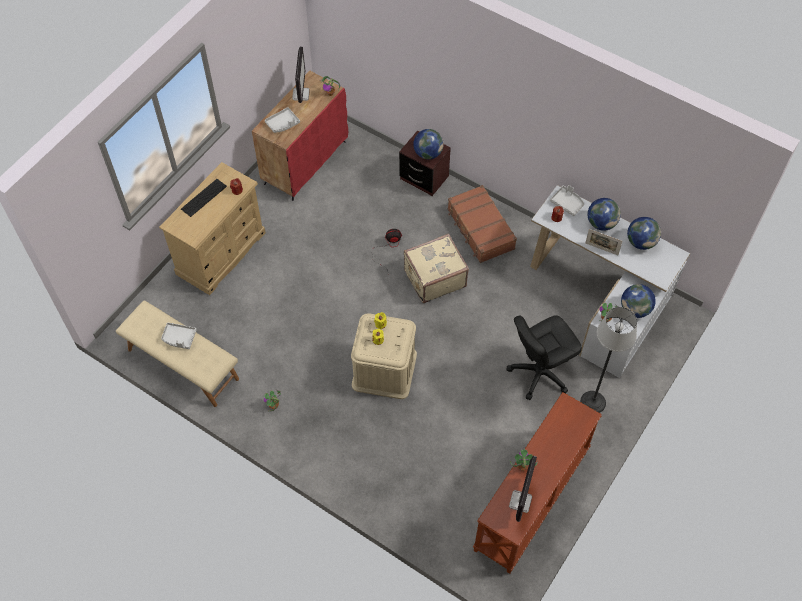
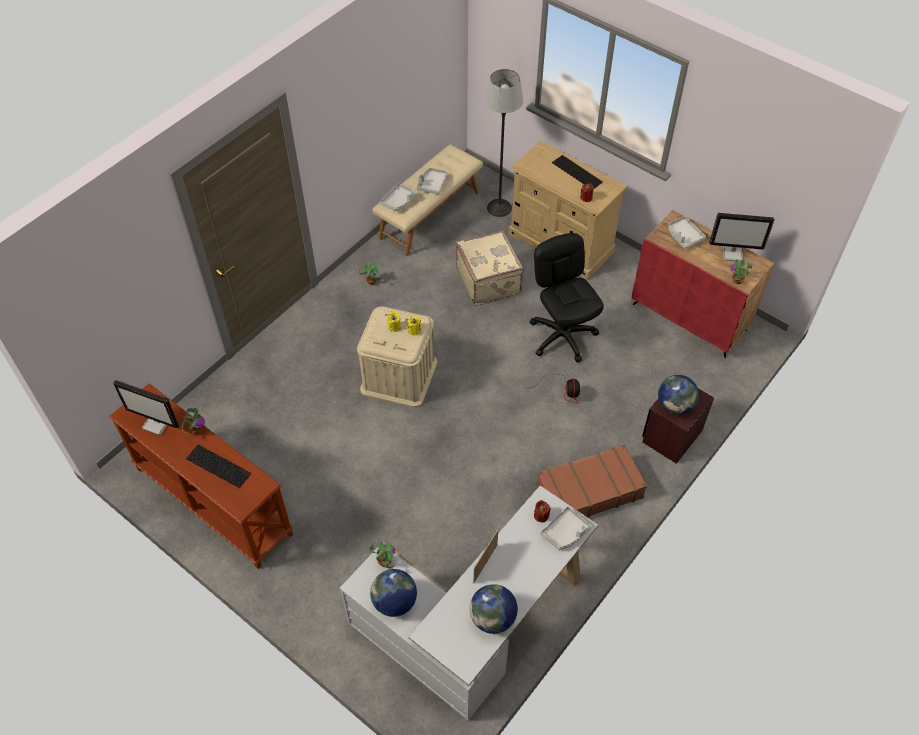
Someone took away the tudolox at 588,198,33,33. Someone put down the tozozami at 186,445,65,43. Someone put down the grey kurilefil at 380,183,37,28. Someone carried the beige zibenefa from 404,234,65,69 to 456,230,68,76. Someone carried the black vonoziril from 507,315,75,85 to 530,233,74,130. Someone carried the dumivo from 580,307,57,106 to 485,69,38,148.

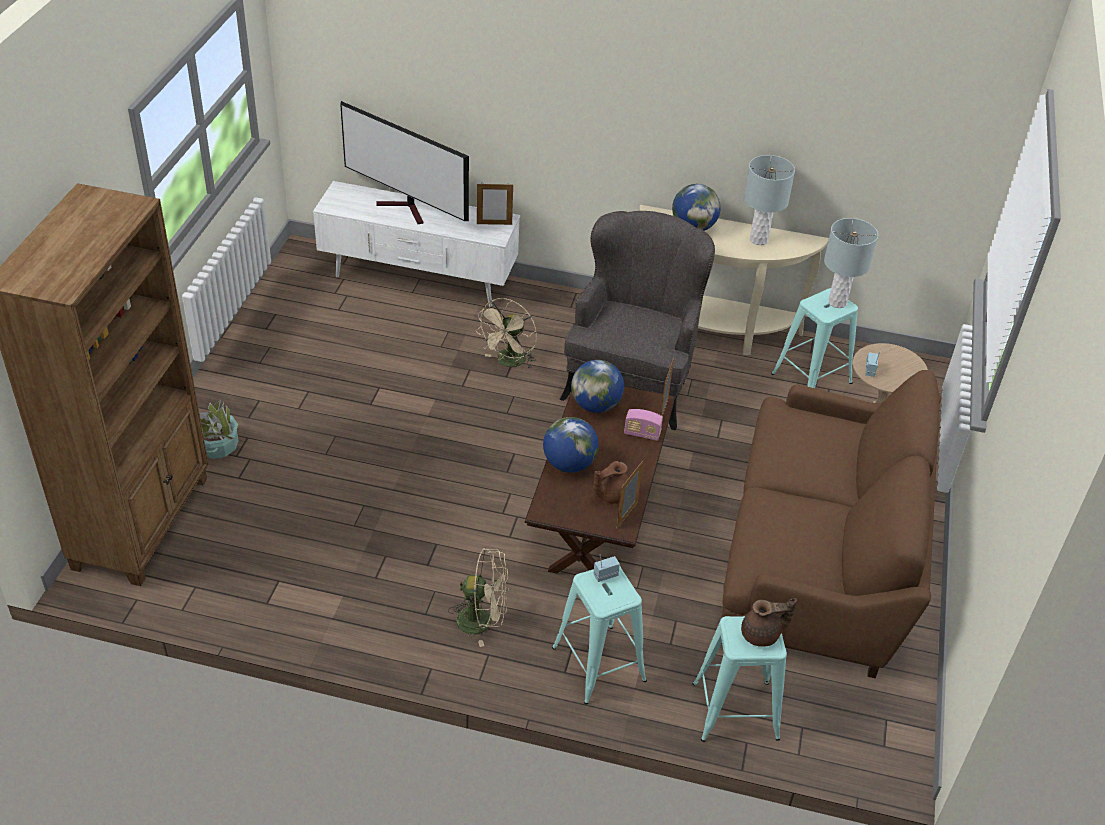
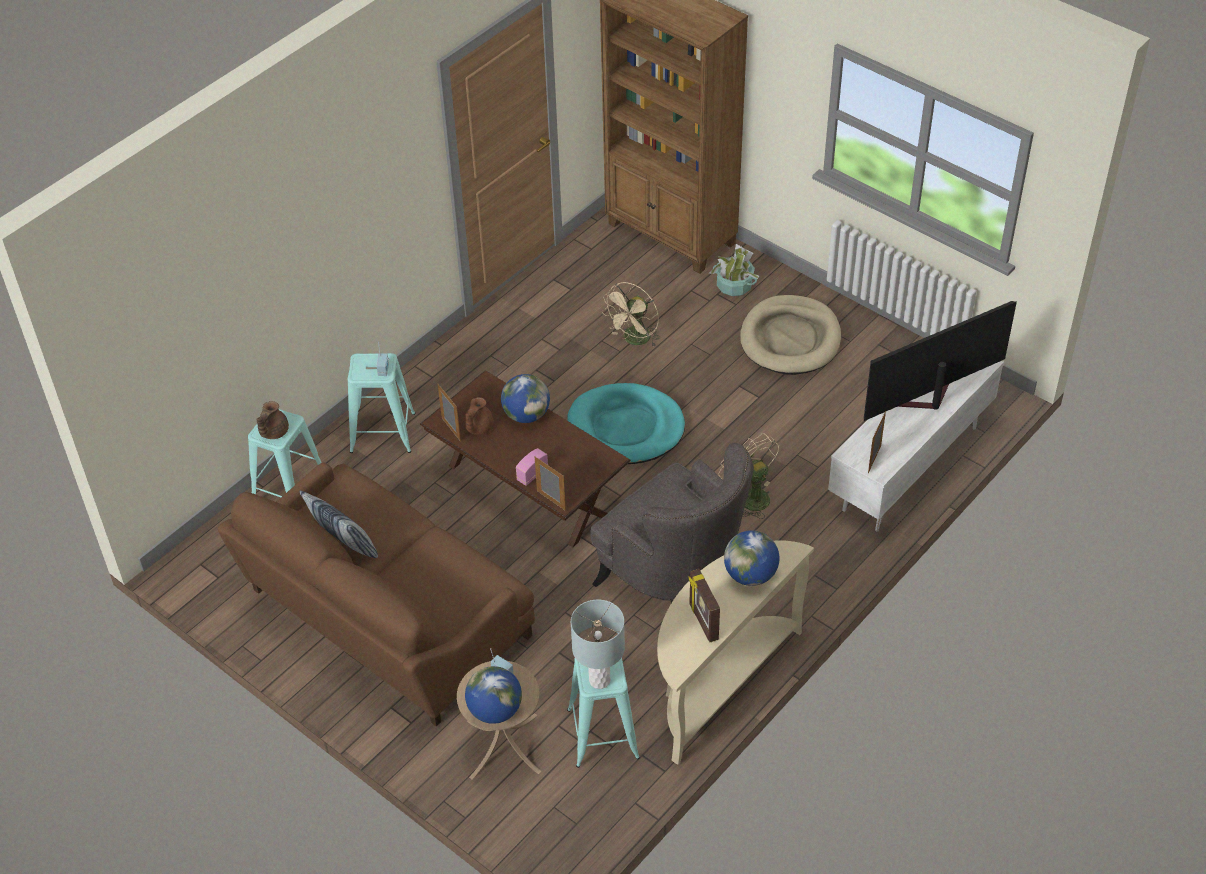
Someone put down the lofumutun at 299,491,79,67. Someone put down the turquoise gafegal at 567,383,118,81. Someone put down the beige gafegal at 740,295,101,80. Someone carried the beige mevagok from 448,547,61,100 to 602,282,58,65. Someone carried the tudolox from 571,360,53,53 to 465,666,57,58. Someone swapped the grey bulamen at 744,155,51,90 for the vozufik at 688,569,32,73. Someone rotated the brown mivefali at 593,461,35,43 by 150 degrees counterclockwise.

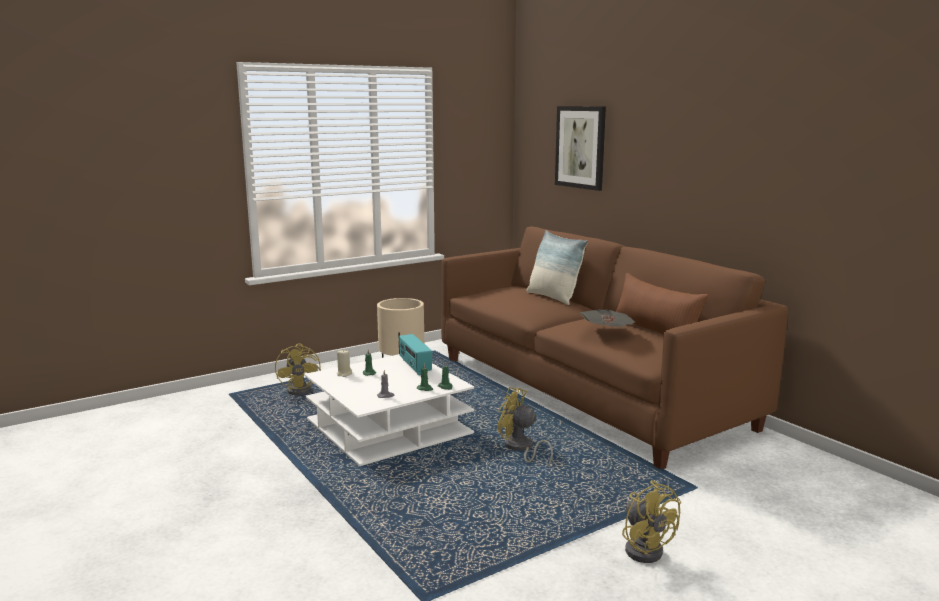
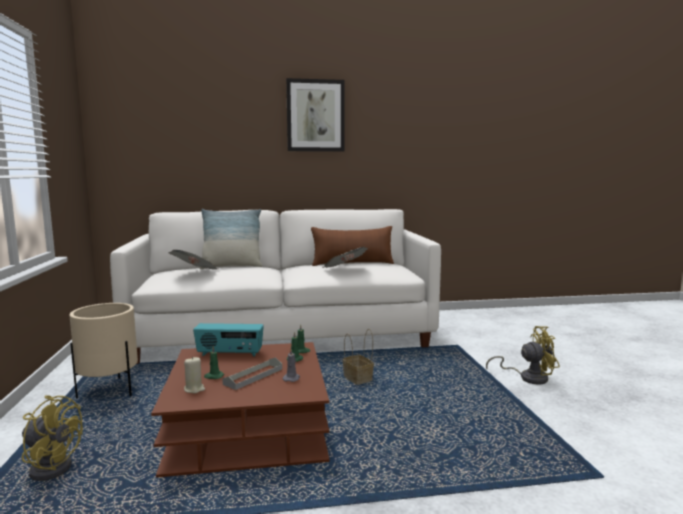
Someone put down the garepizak at 169,250,49,20. Someone put down the grey kurilefil at 222,357,60,33. Someone carried the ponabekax from 555,106,51,85 to 286,78,58,74. Someone swapped the yellow mevagok at 498,387,55,79 for the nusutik at 343,329,31,56. Someone repainted the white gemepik at 304,354,170,112, which became the brown gemepik at 151,342,178,136. Someone repainted the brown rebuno at 441,226,347,243, which became the white rebuno at 110,209,331,155.

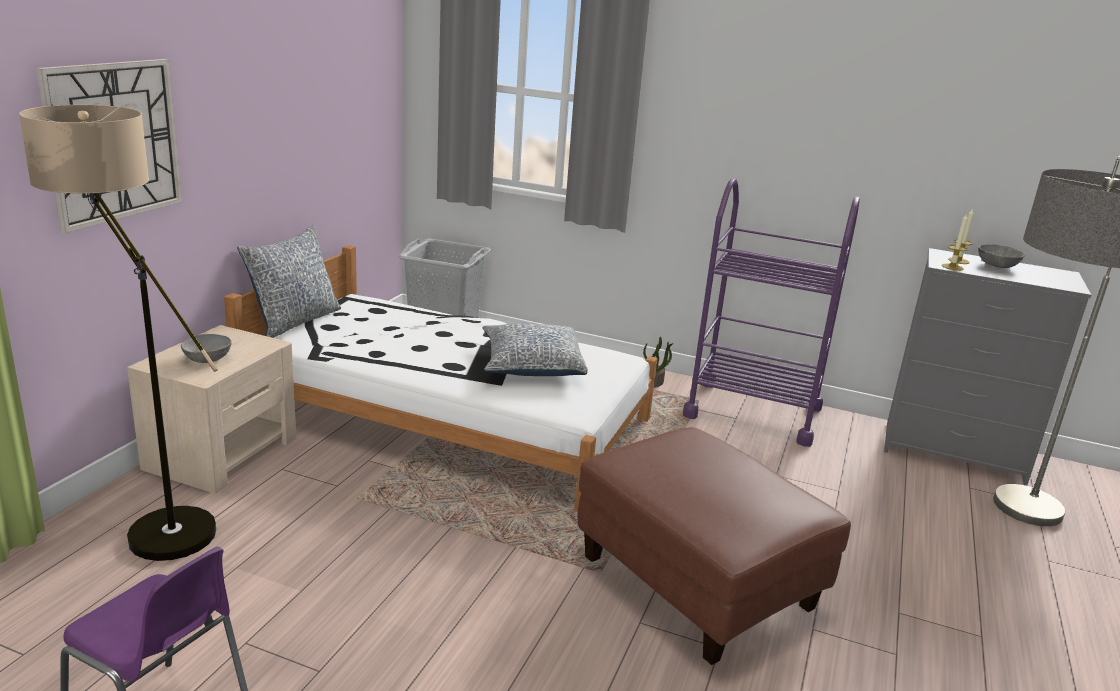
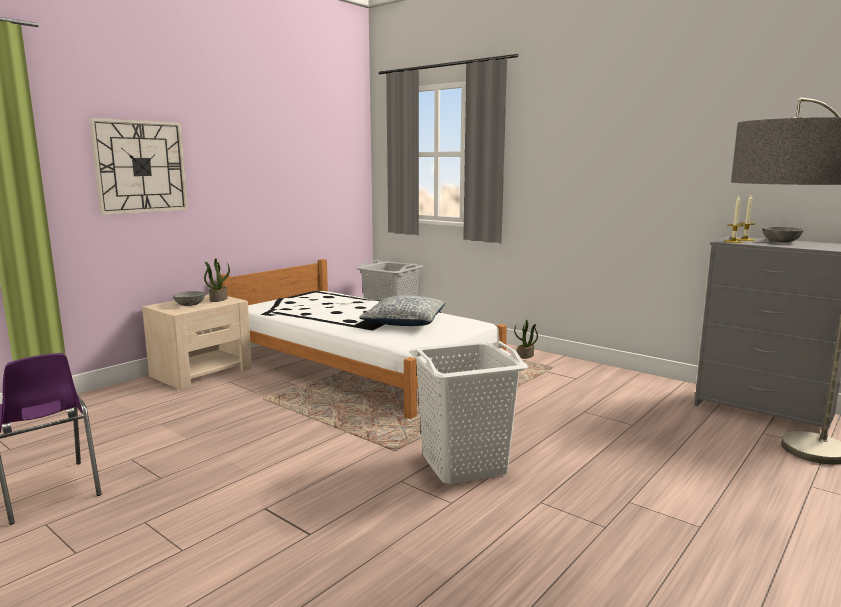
Someone took away the dumivo at 19,105,199,456. Someone took away the lofumutun at 237,225,104,113. Someone took away the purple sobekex at 683,178,177,269. Someone put down the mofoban at 204,258,26,44. Someone swapped the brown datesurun at 577,427,274,238 for the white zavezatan at 409,341,119,143.

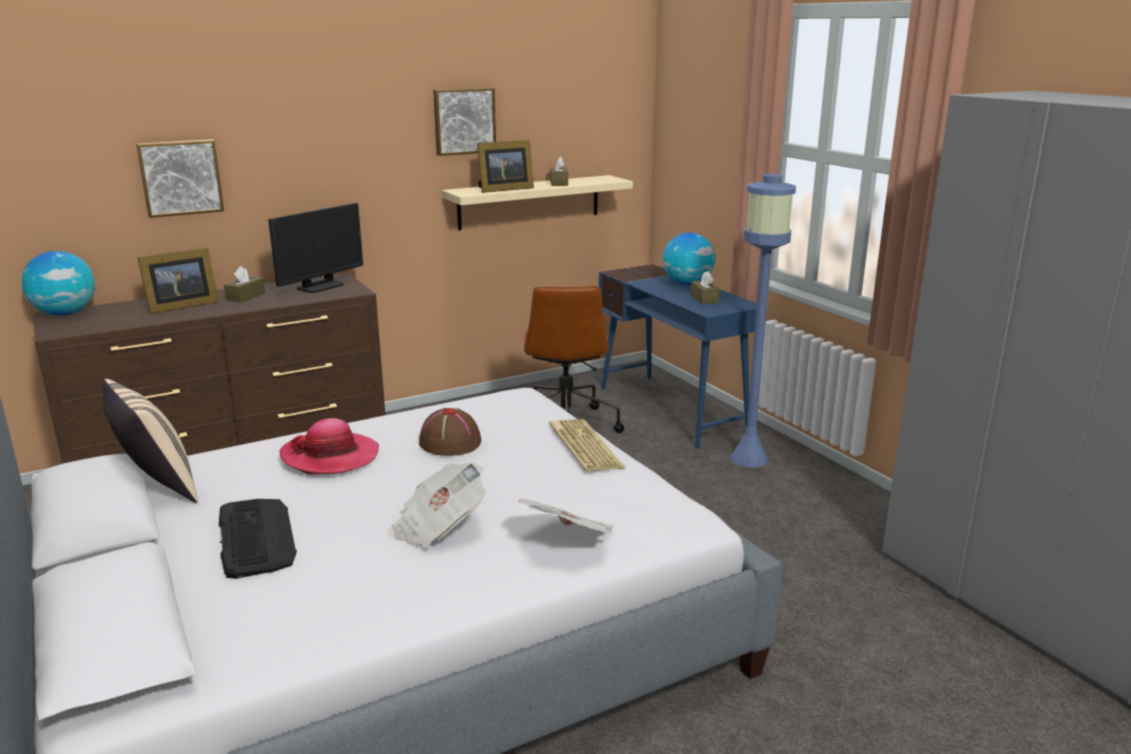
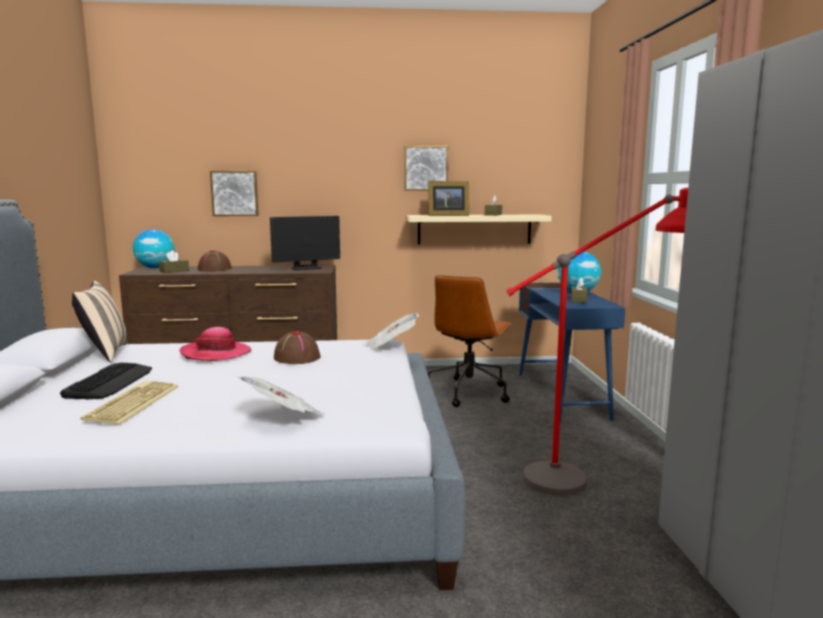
Someone took away the blue dumivo at 730,174,66,293. Someone put down the red dumivo at 506,188,182,308. Someone carried the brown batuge from 224,266,41,36 to 159,250,30,23. Someone carried the garepizak from 388,463,97,84 to 363,313,56,36. Someone carried the tozozami from 549,419,76,52 to 80,381,98,44. Someone swapped the vozufik at 138,248,81,66 for the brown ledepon at 198,250,34,22.

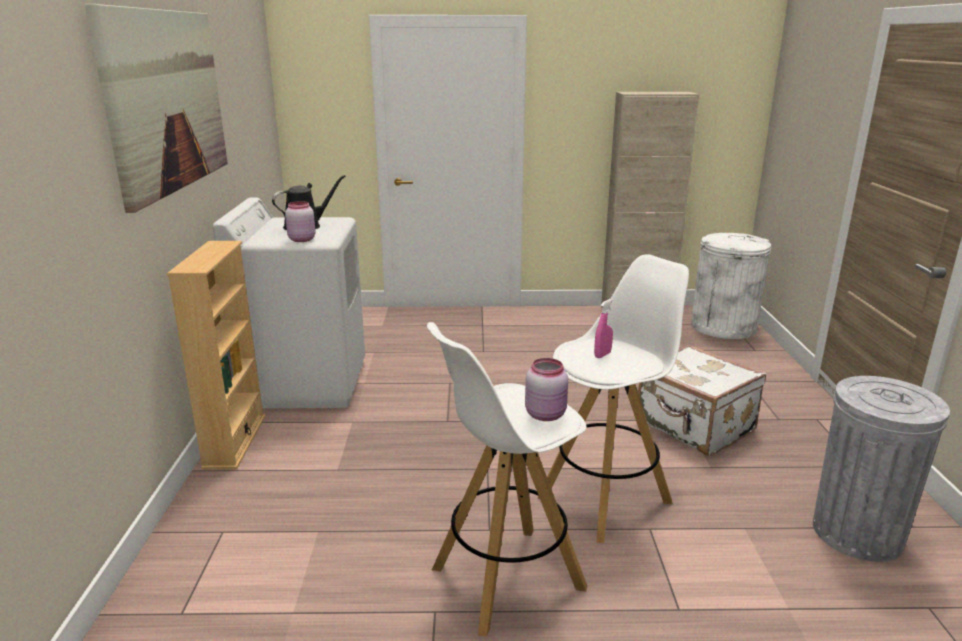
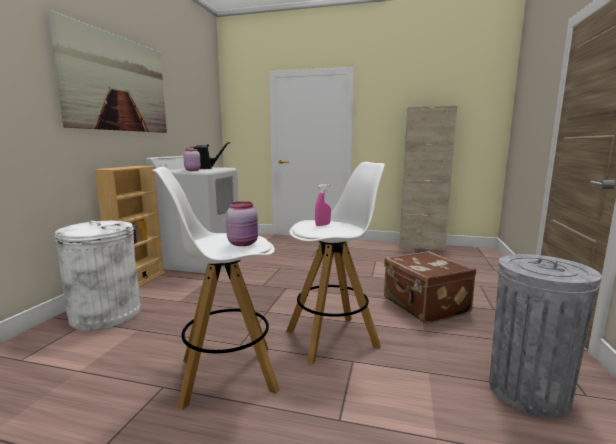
Someone carried the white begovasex from 691,233,80,106 to 55,221,86,110. Someone repainted the white zibenefa at 638,345,128,111, which became the brown zibenefa at 384,251,92,73.

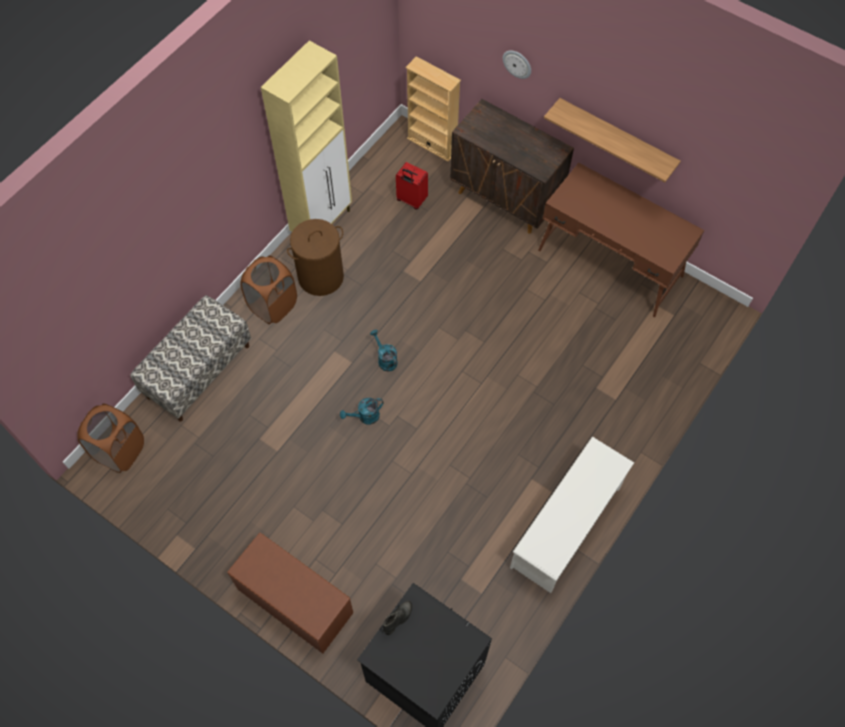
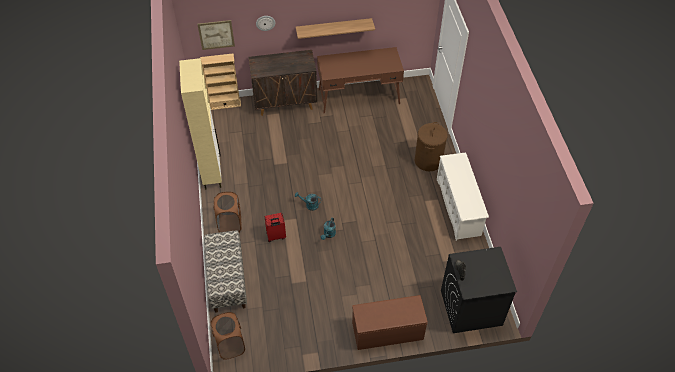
Someone put up the ponabekax at 197,20,38,30. Someone carried the brown zavezatan from 287,219,57,77 to 415,122,33,49. Someone carried the red zibenefa from 396,162,32,48 to 265,213,21,29.

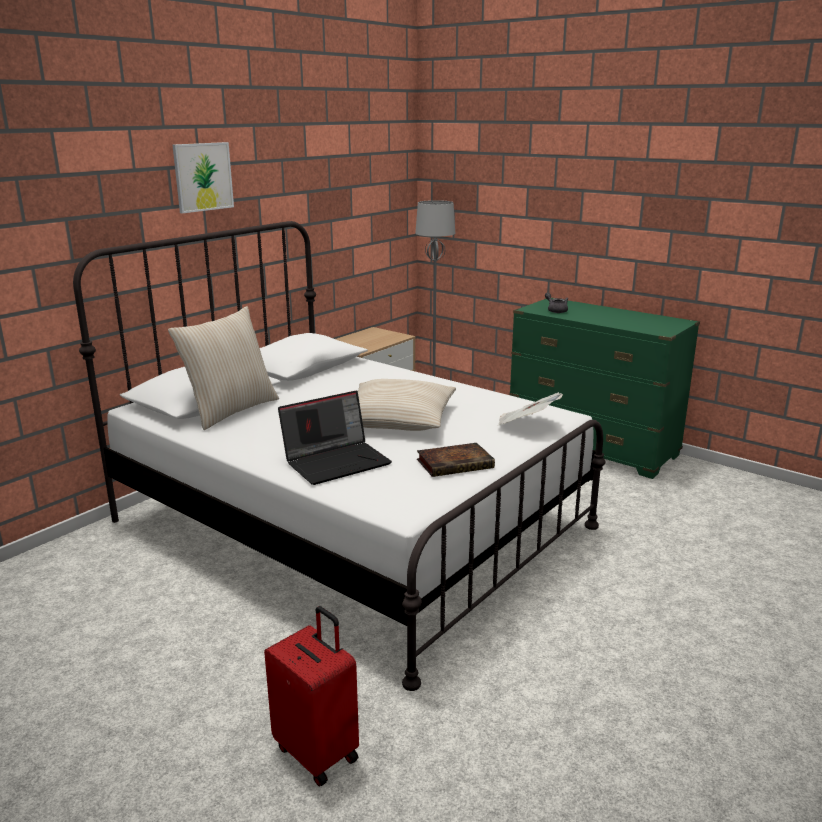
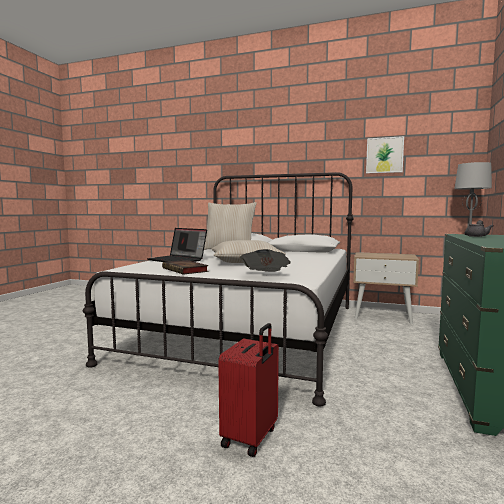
Someone carried the ponabekax from 172,142,62,71 to 366,136,38,37. Someone carried the red zibenefa from 264,606,95,180 to 218,323,61,134.

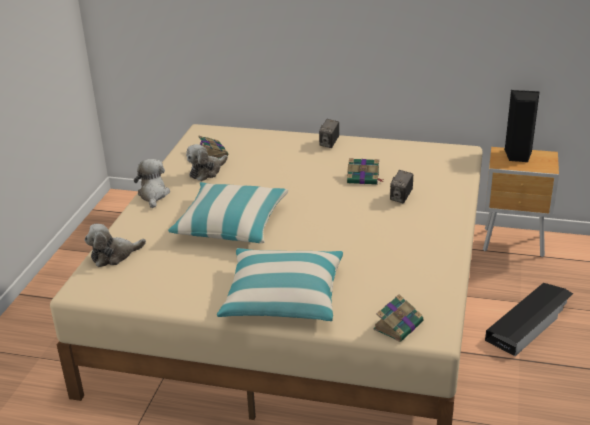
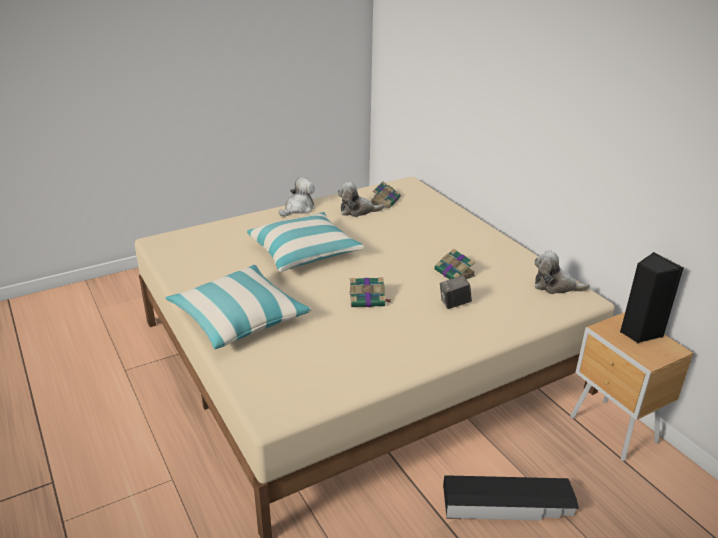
Someone took away the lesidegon at 319,119,20,29. Someone carried the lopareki from 84,224,62,43 to 535,250,55,44. Someone carried the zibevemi from 373,294,51,48 to 350,277,40,30.

